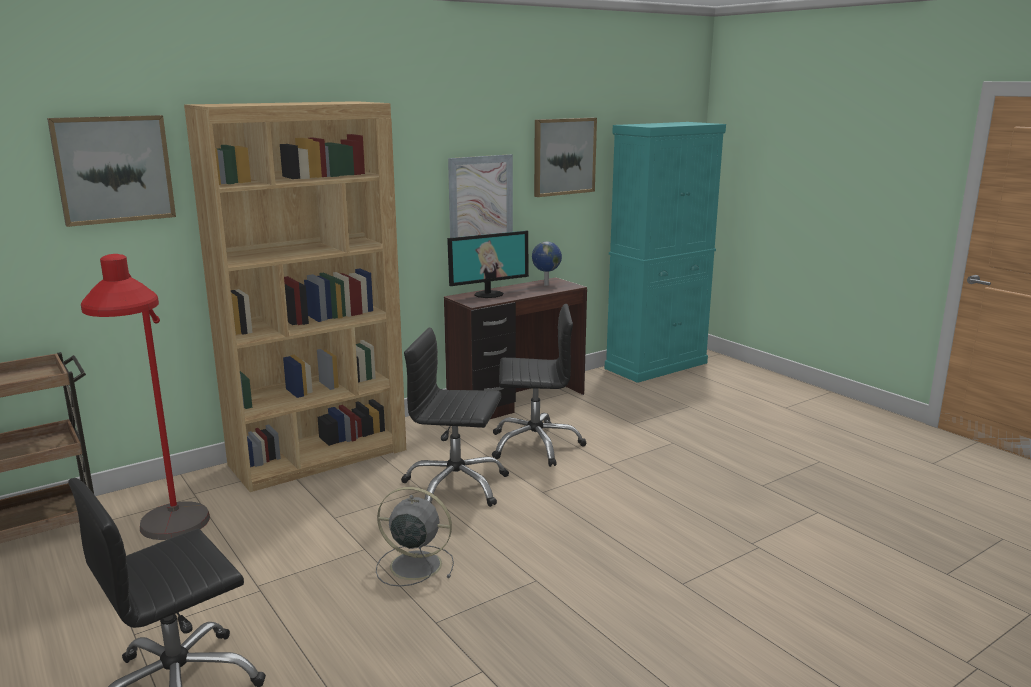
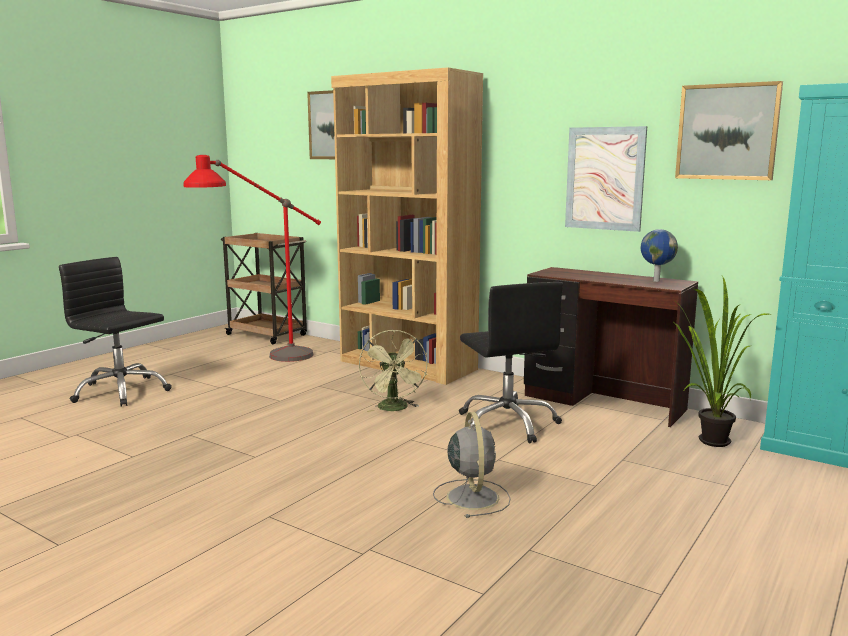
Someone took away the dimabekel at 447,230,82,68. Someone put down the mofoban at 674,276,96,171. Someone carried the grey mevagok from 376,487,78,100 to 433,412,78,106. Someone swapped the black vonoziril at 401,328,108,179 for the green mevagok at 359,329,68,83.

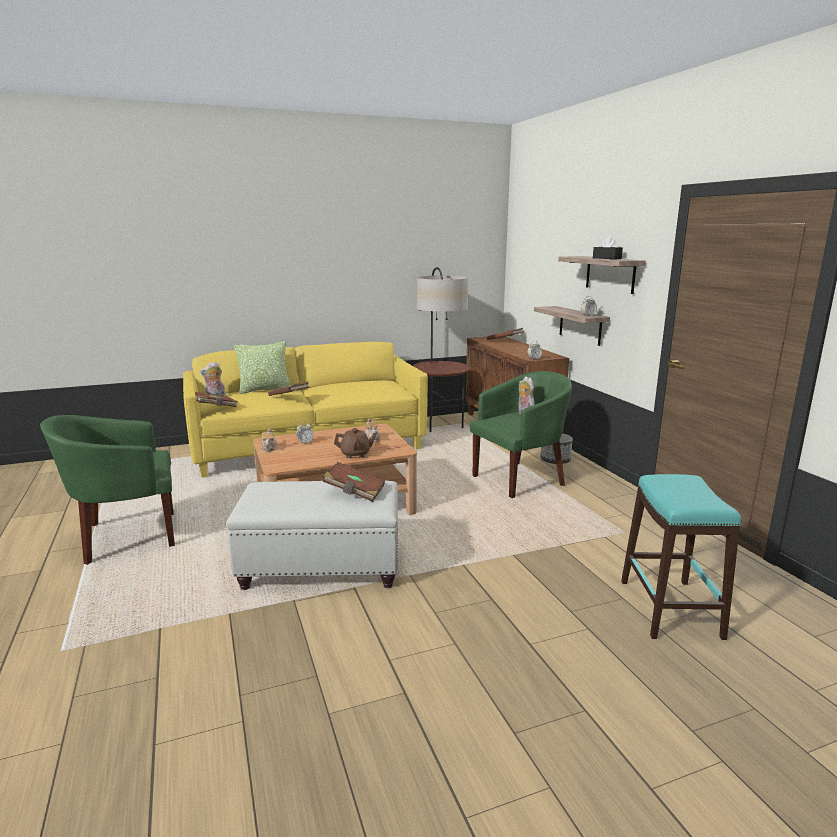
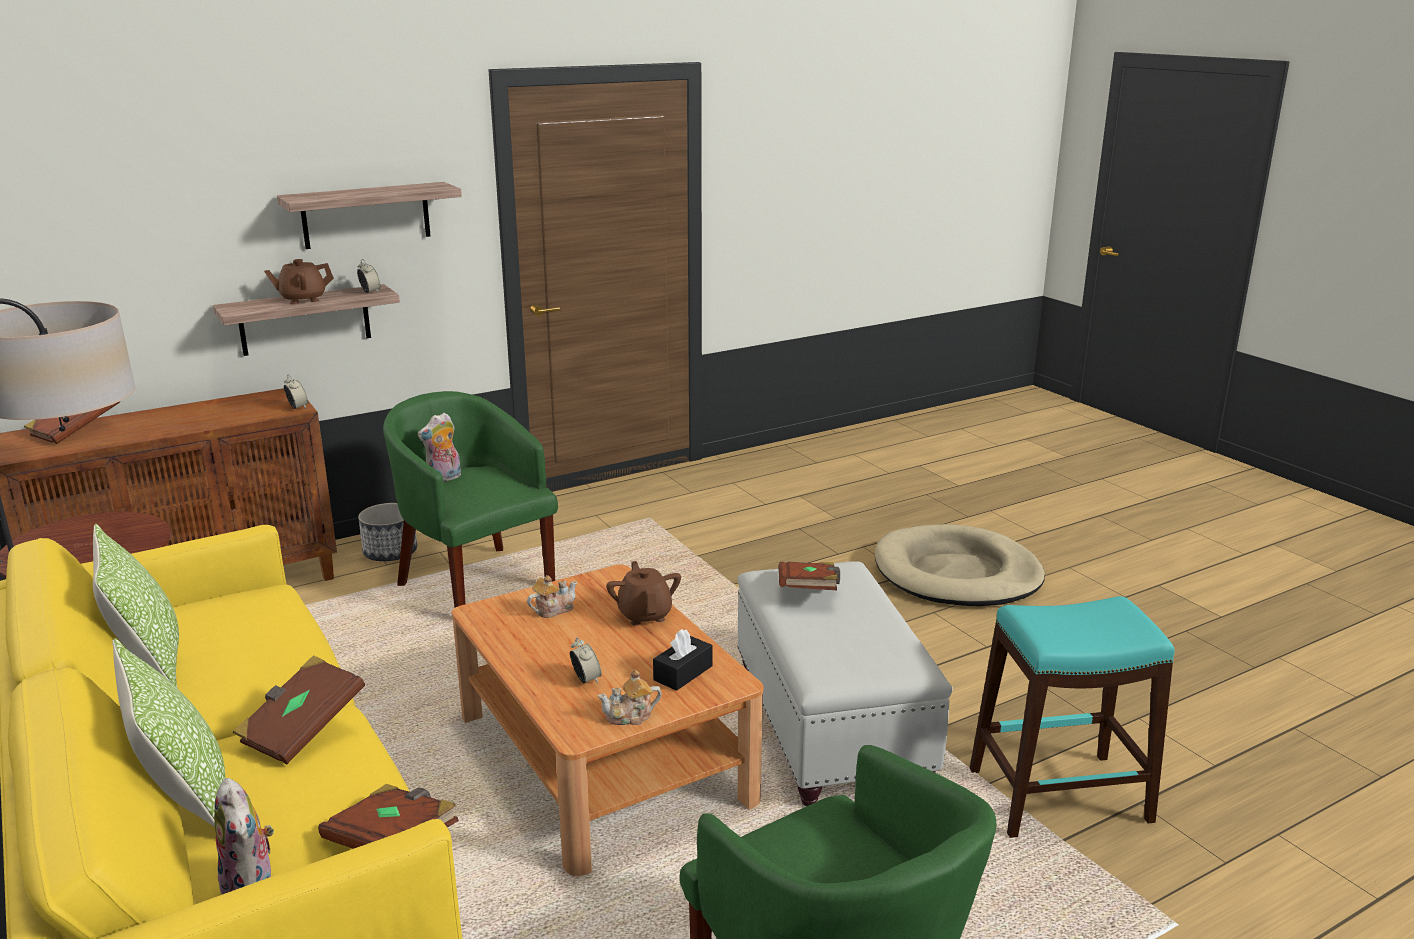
Someone put down the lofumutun at 93,524,86,164. Someone put down the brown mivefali at 264,259,70,45. Someone put down the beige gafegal at 875,524,170,82. Someone carried the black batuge from 593,236,30,23 to 653,629,60,62. Someone carried the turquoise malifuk from 621,474,120,166 to 970,596,205,242.

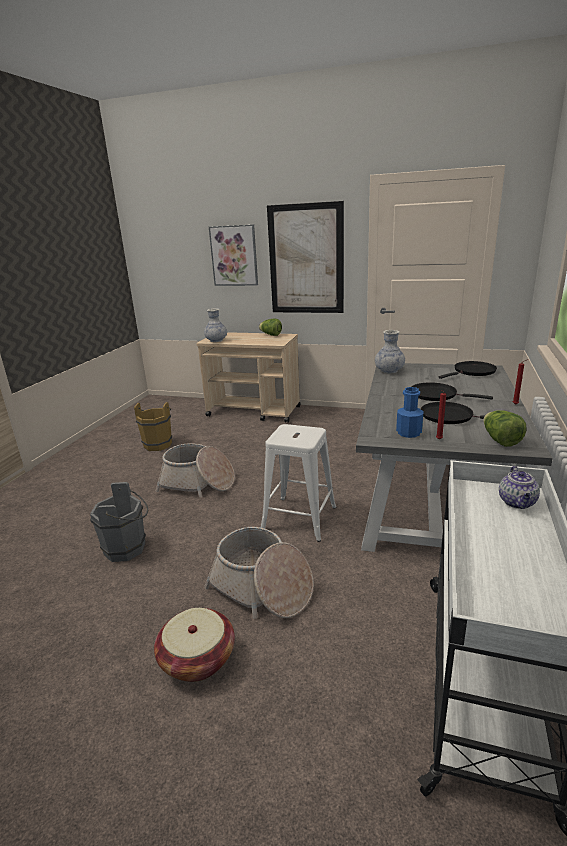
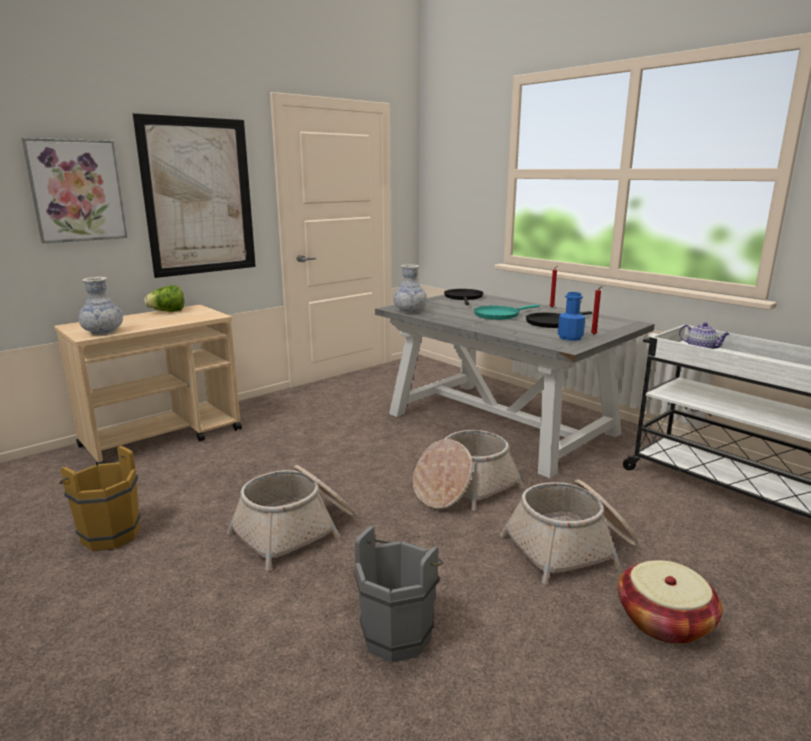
Someone took away the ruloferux at 483,410,44,37. Someone swapped the white malifuk at 261,424,76,118 for the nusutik at 413,430,111,80. Someone repainted the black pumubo at 412,382,81,19, which became the turquoise pumubo at 474,305,66,15.

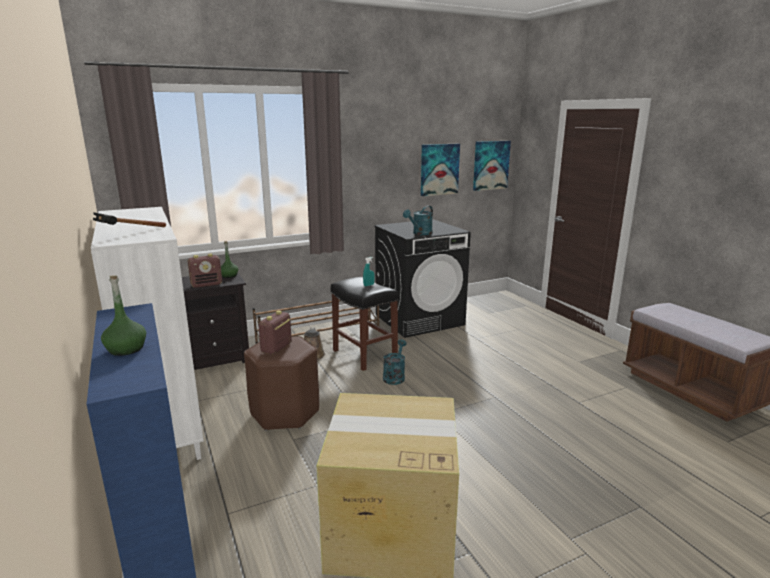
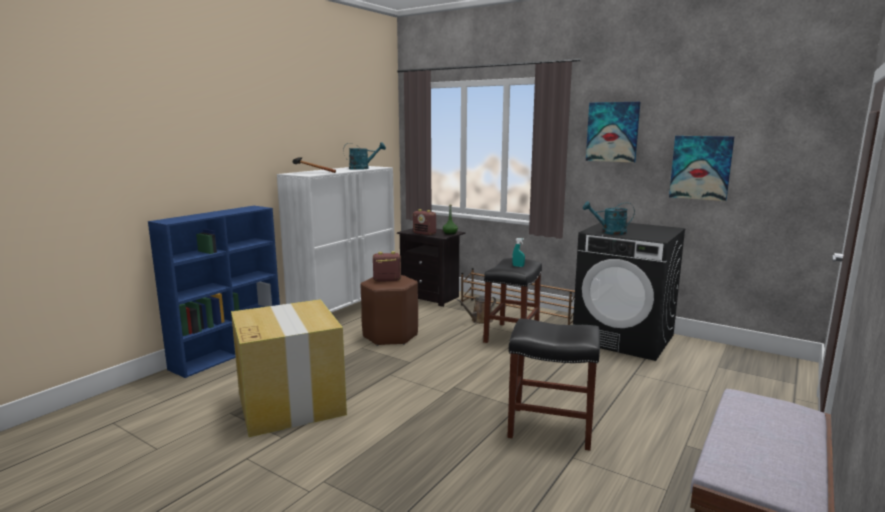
Someone took away the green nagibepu at 101,276,45,80. Someone put down the black malifuk at 507,319,93,132. Someone carried the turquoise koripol from 383,339,24,46 to 343,142,43,28. Someone carried the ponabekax from 473,141,38,50 to 586,102,54,61.

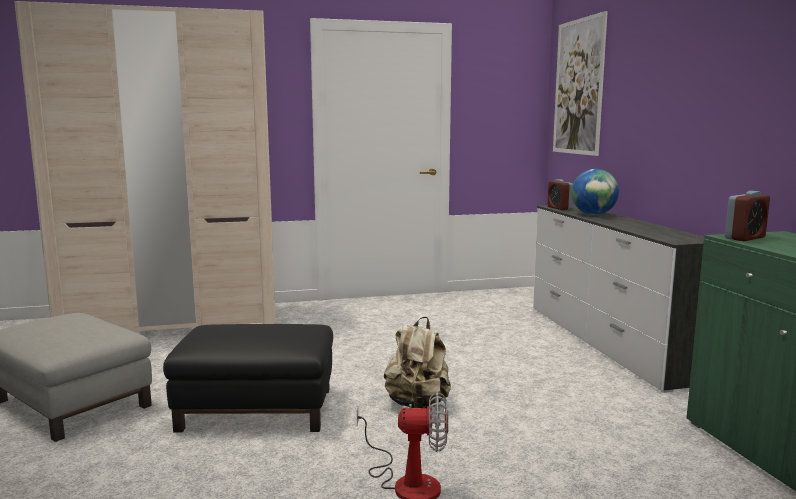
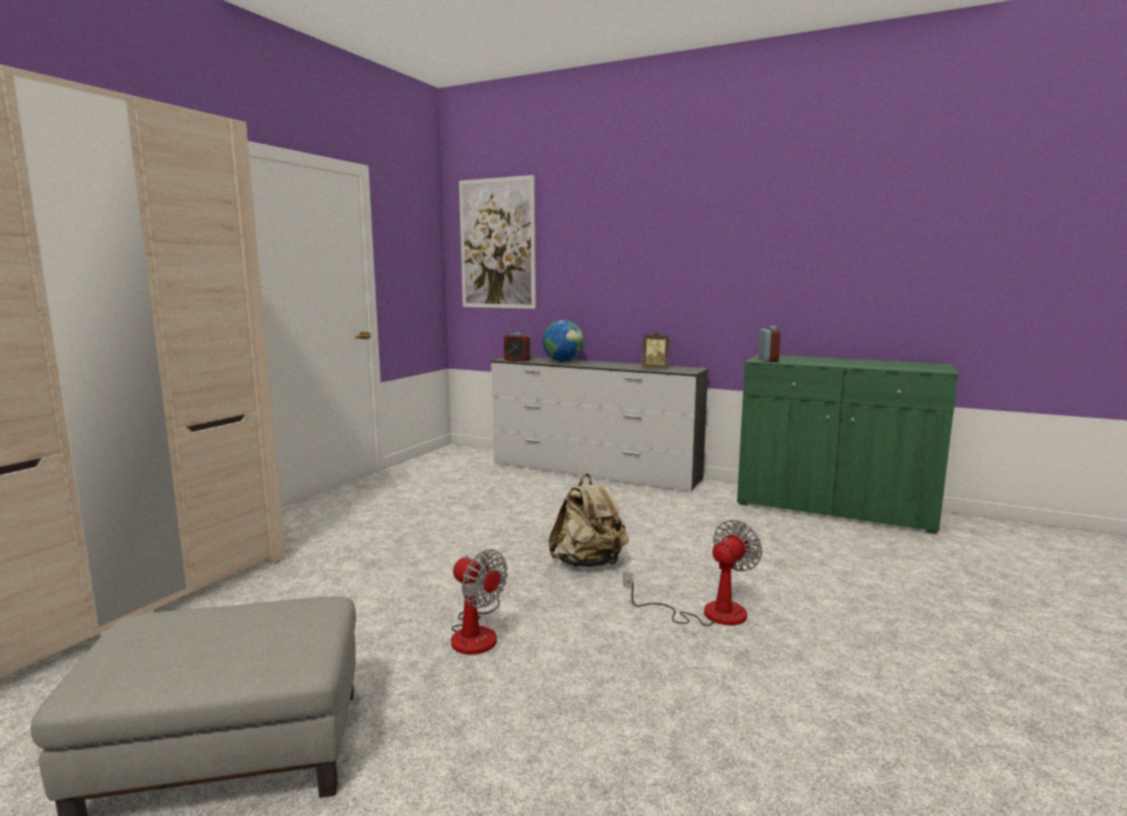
Someone put down the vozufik at 642,331,28,38. Someone swapped the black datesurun at 163,324,170,109 for the mevagok at 451,550,57,105.

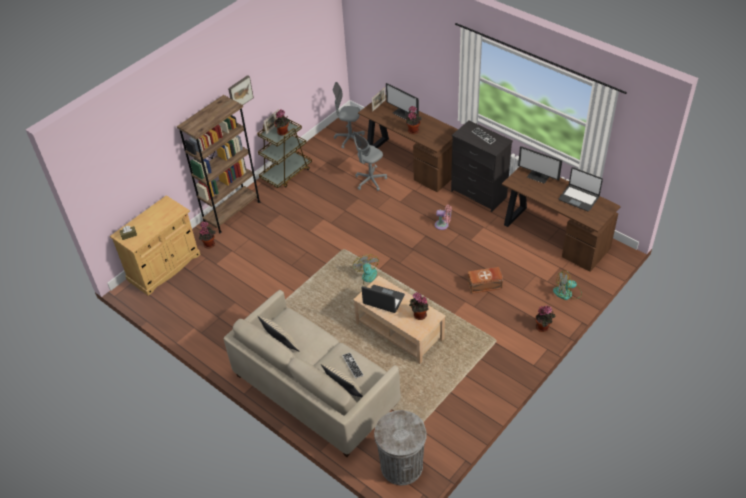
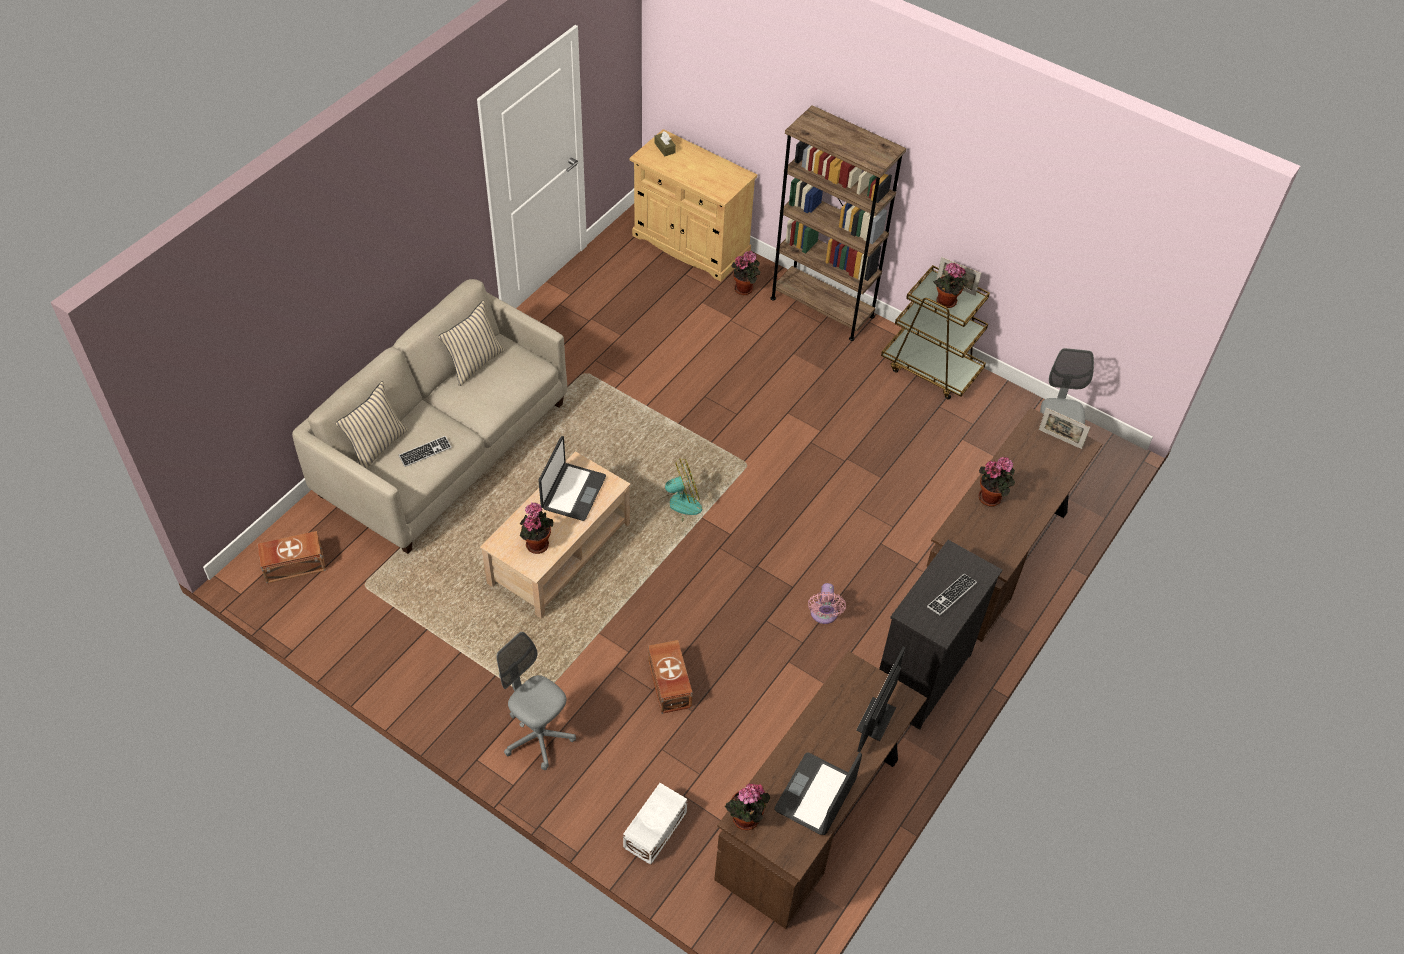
Someone took away the ponabekax at 228,75,26,30. Someone took away the dimabekel at 386,83,33,37. Someone carried the grey vonoziril from 353,131,34,60 to 496,632,80,138. Someone carried the mofoban from 536,306,19,26 to 725,783,45,47. Someone swapped the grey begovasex at 374,410,53,75 for the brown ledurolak at 257,531,69,52. Someone swapped the mevagok at 553,270,29,30 for the white ledurolak at 623,783,64,82.

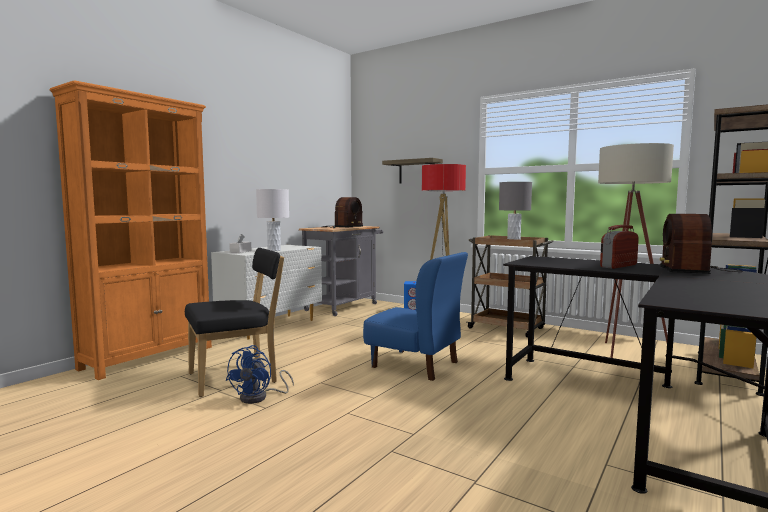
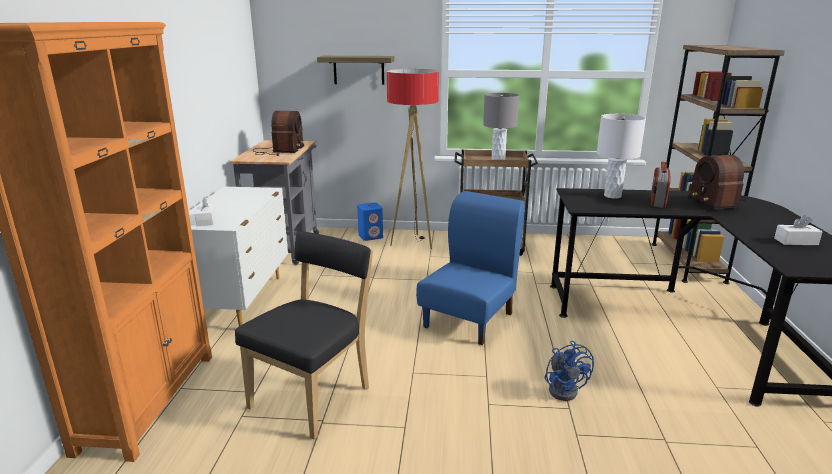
Someone took away the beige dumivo at 598,143,76,215. Someone put down the white batuge at 774,215,49,30. Someone carried the blue mevagok from 225,345,69,59 to 545,341,49,60. Someone carried the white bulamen from 256,189,33,62 to 597,114,49,85. Someone rotated the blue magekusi at 363,252,105,129 by 60 degrees counterclockwise.

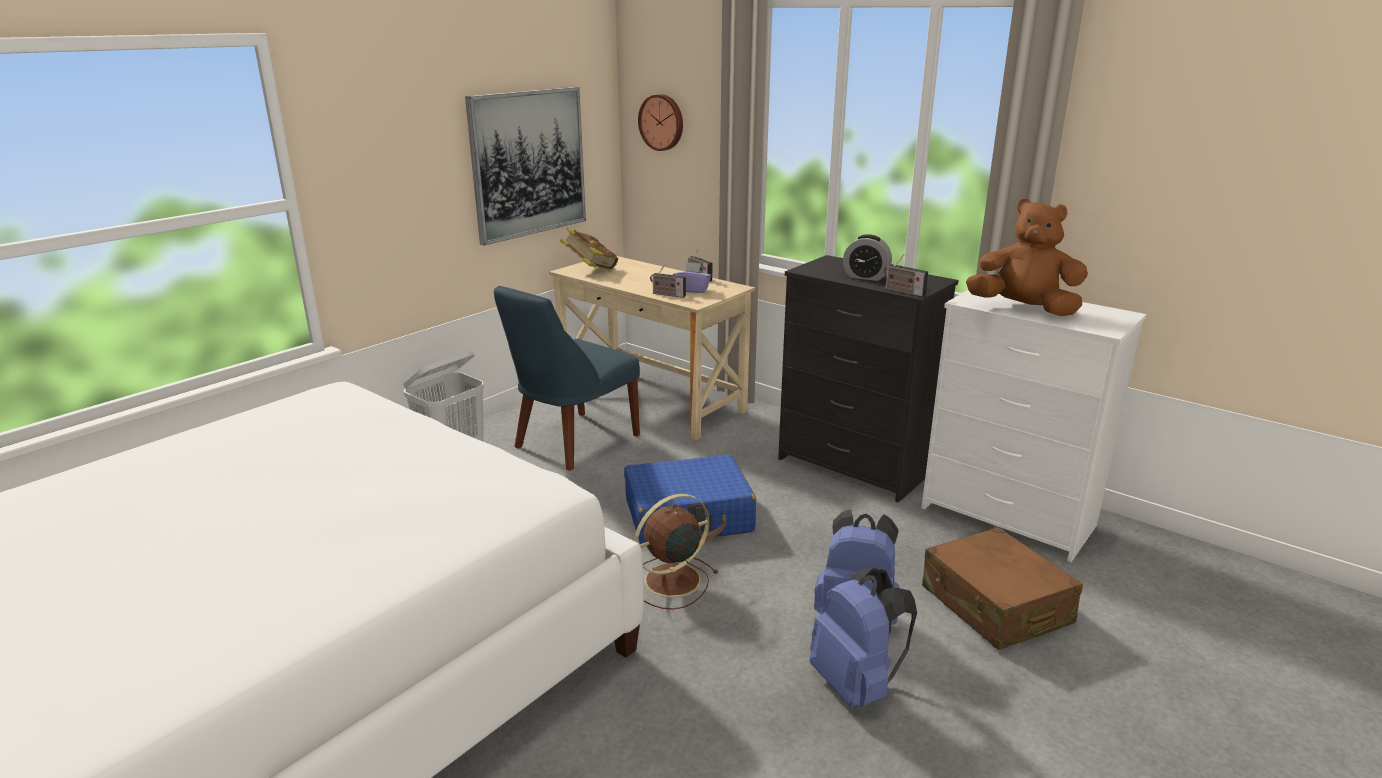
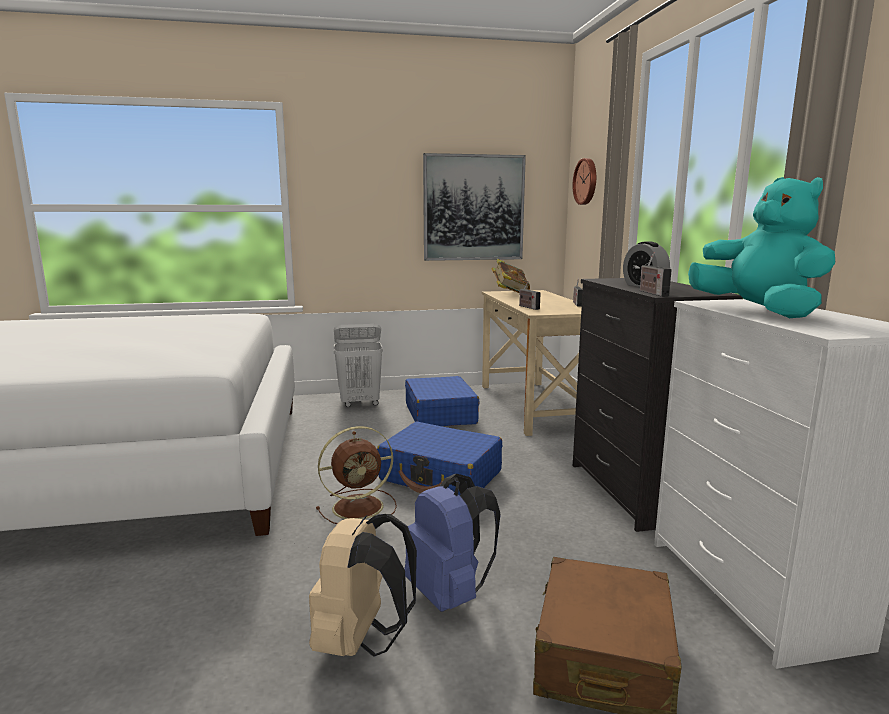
Someone took away the purple batuge at 673,262,38,31. Someone swapped the blue magekusi at 494,286,146,185 for the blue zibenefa at 405,376,75,50. Someone repainted the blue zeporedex at 810,567,107,140, which became the beige zeporedex at 309,514,108,143. Someone repainted the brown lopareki at 966,198,122,118, which became the turquoise lopareki at 688,177,147,141. Someone rotated the brown mevagok at 634,494,85,116 by 150 degrees clockwise.

